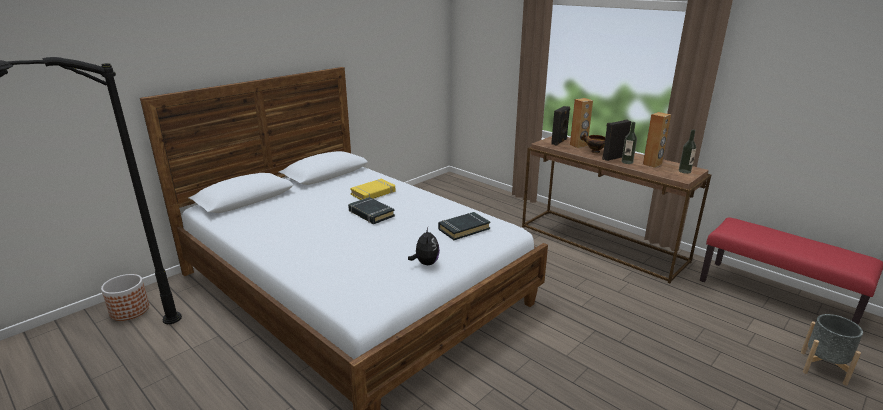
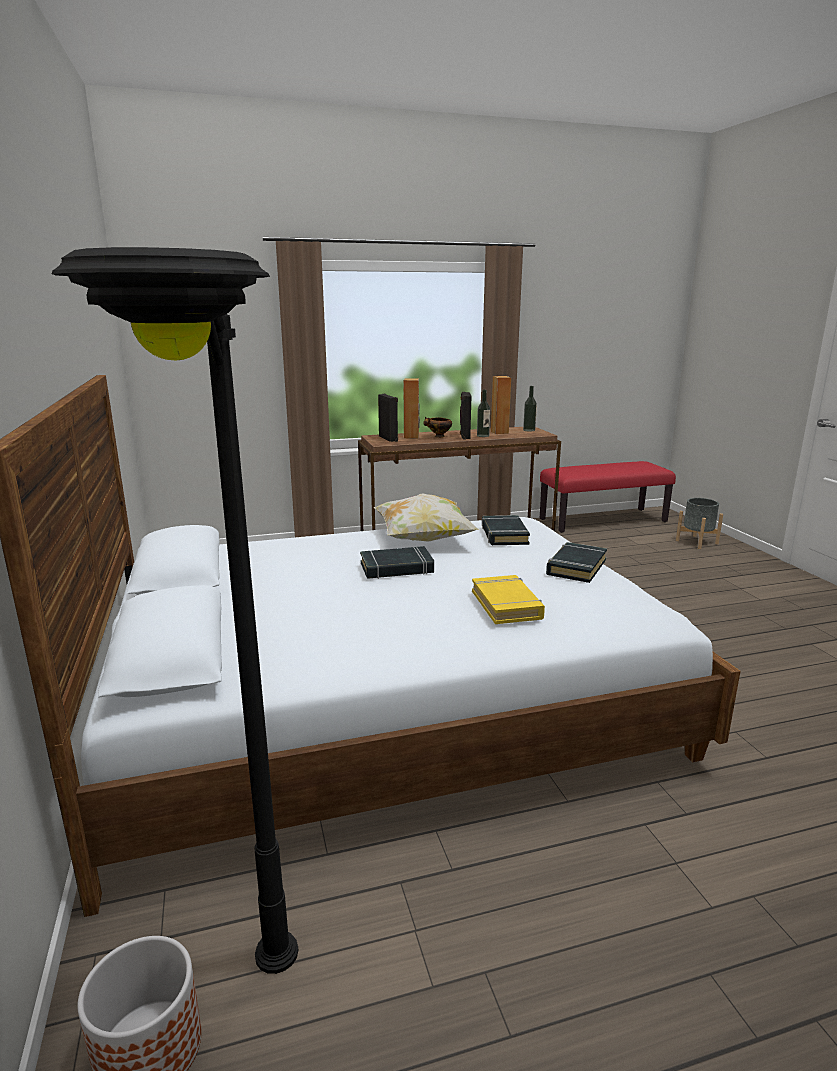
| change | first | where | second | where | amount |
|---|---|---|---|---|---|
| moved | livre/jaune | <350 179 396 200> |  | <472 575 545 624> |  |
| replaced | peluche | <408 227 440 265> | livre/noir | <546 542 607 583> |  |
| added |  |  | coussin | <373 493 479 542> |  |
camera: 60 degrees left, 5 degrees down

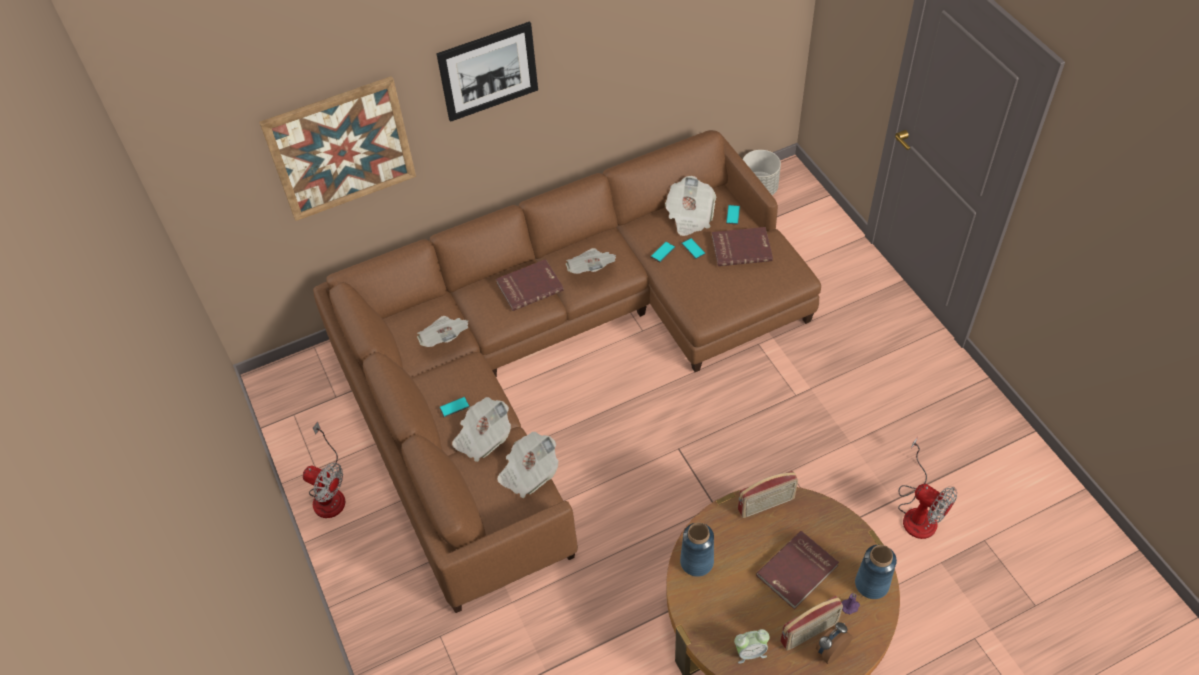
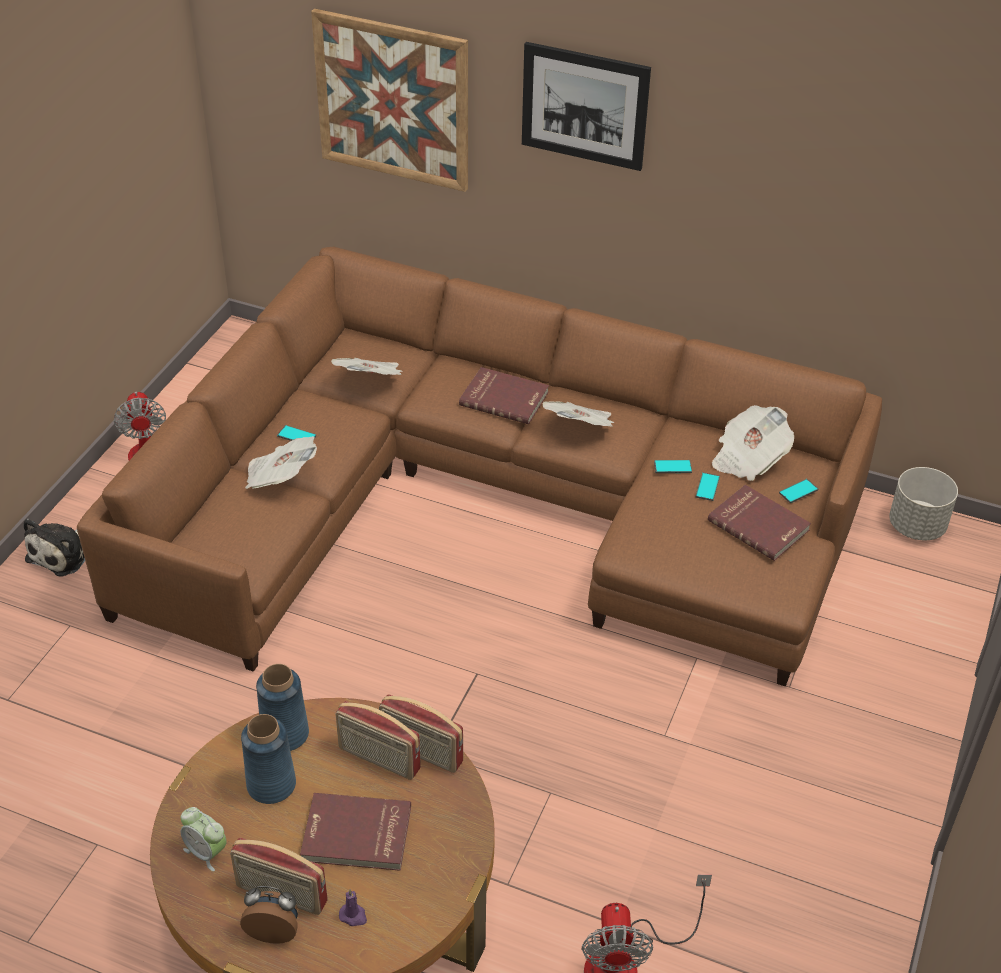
| change | first | where | second | where | amount |
|---|---|---|---|---|---|
| removed | journal | <497 432 558 498> |  |  |  |
| moved | vase/bleu | <855 545 897 599> |  | <241 714 296 804> |  |
| added |  |  | peluche | <24 519 85 577> |  |
| added |  |  | radio | <336 701 421 780> |  |
camera: 45 degrees right, 10 degrees down

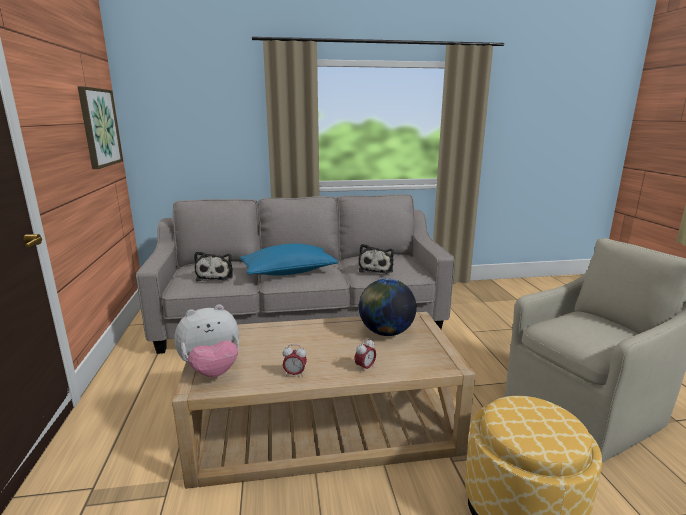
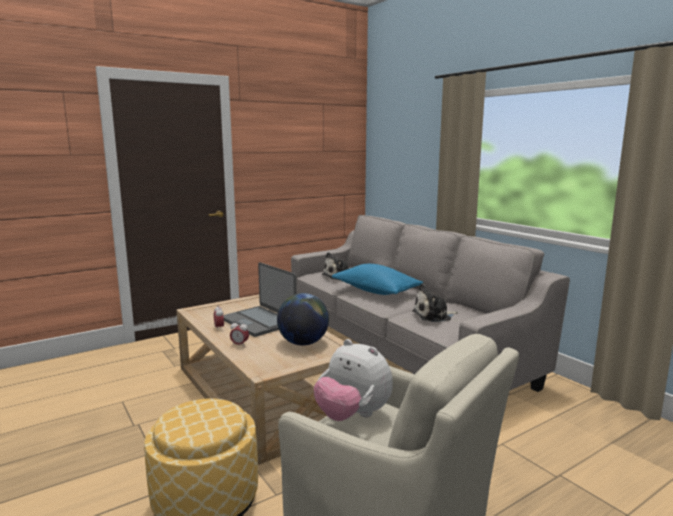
| change | first | where | second | where | amount |
|---|---|---|---|---|---|
| removed | tableau | <78 86 123 169> |  |  |  |
| moved | peluche | <174 304 239 377> |  | <314 339 393 421> |  |
| added |  |  | ordinateur portable | <223 262 296 337> |  |
camera: 65 degrees right, 5 degrees down

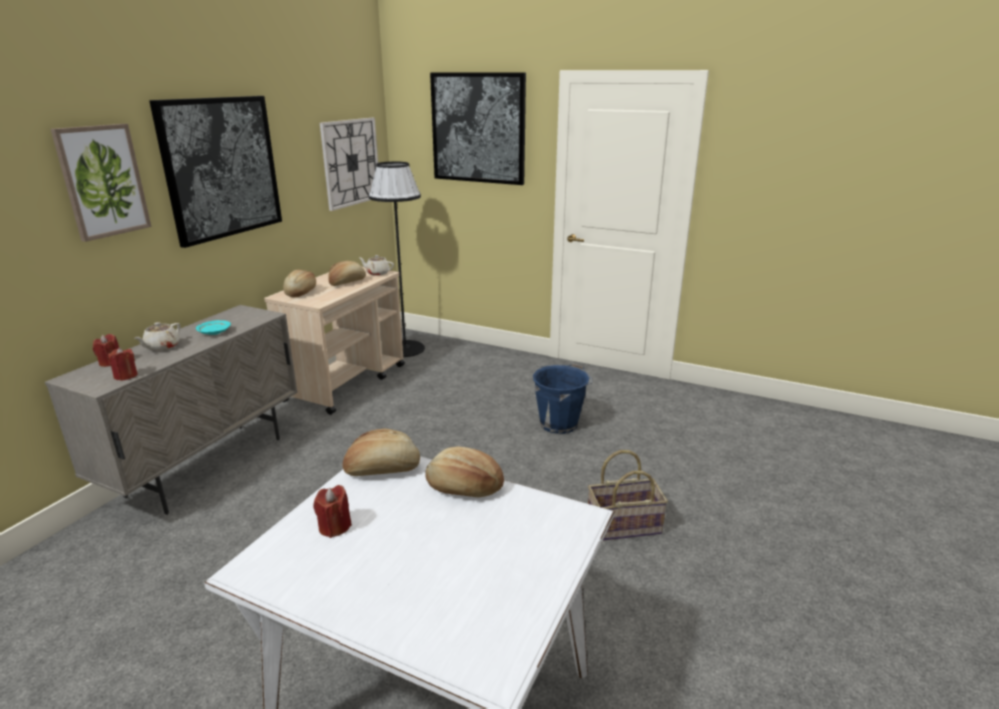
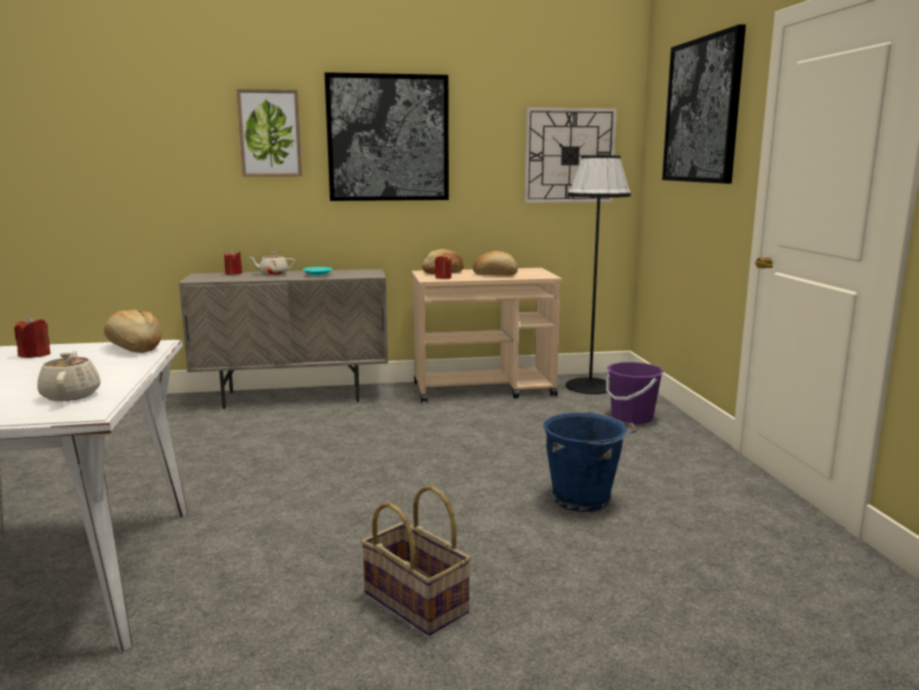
| change | first | where | second | where | amount |
|---|---|---|---|---|---|
| moved | théière/beige | <359 255 394 276> |  | <38 351 101 401> |  |
| moved | bougie/rouge | <108 348 138 381> |  | <435 254 452 279> |  |
| removed | pain | <426 447 504 498> |  |  |  |
| added |  |  | seau/violet | <606 362 665 424> |  |
camera: 55 degrees right, 10 degrees down

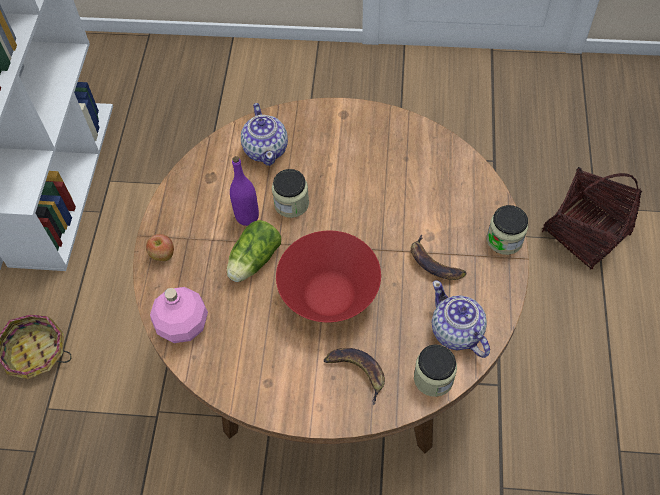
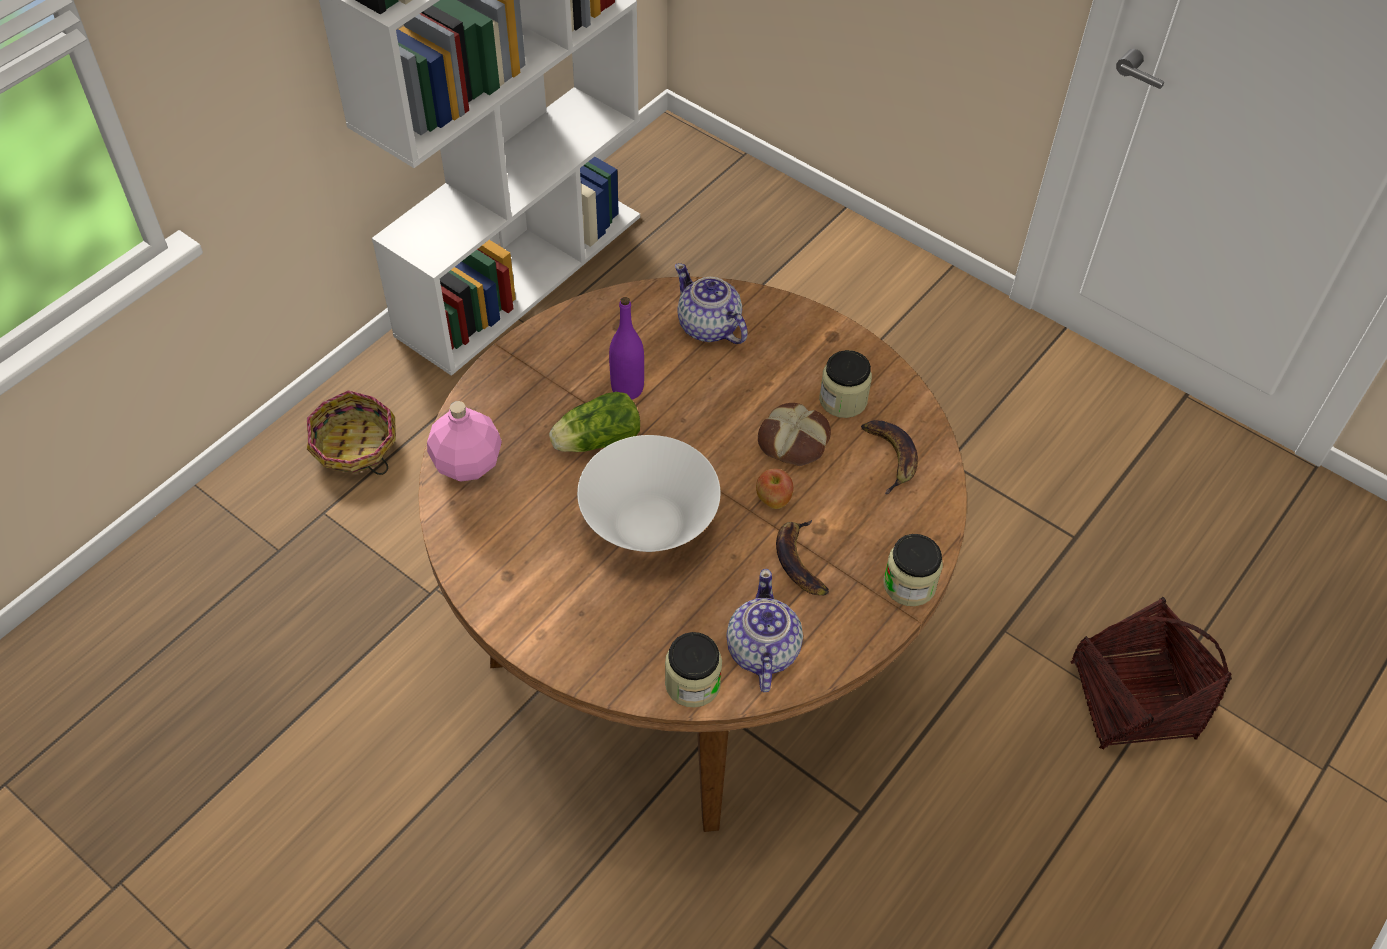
| change | first | where | second | where | amount |
|---|---|---|---|---|---|
| turned | théière | <241 103 288 166> |  | <675 263 748 344> | 120 degrees clockwise |
| moved | bocal | <272 169 309 218> |  | <819 350 872 418> |  |
| recoloured | bol/rouge | <276 231 381 323> | bol/blanc | <577 435 721 552> |  |
| moved | pomme | <146 234 174 261> |  | <756 469 793 509> |  |
| moved | banane | <324 348 385 406> |  | <861 420 918 494> |  |
| added |  |  | pain | <758 403 831 466> |  |
camera: 30 degrees right, 5 degrees down

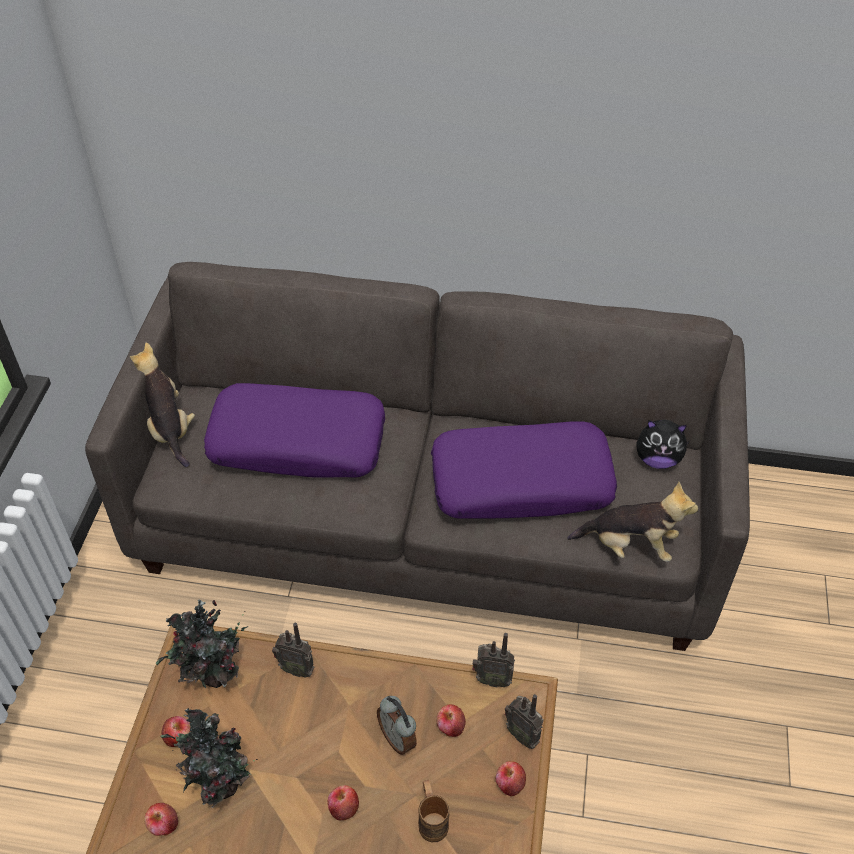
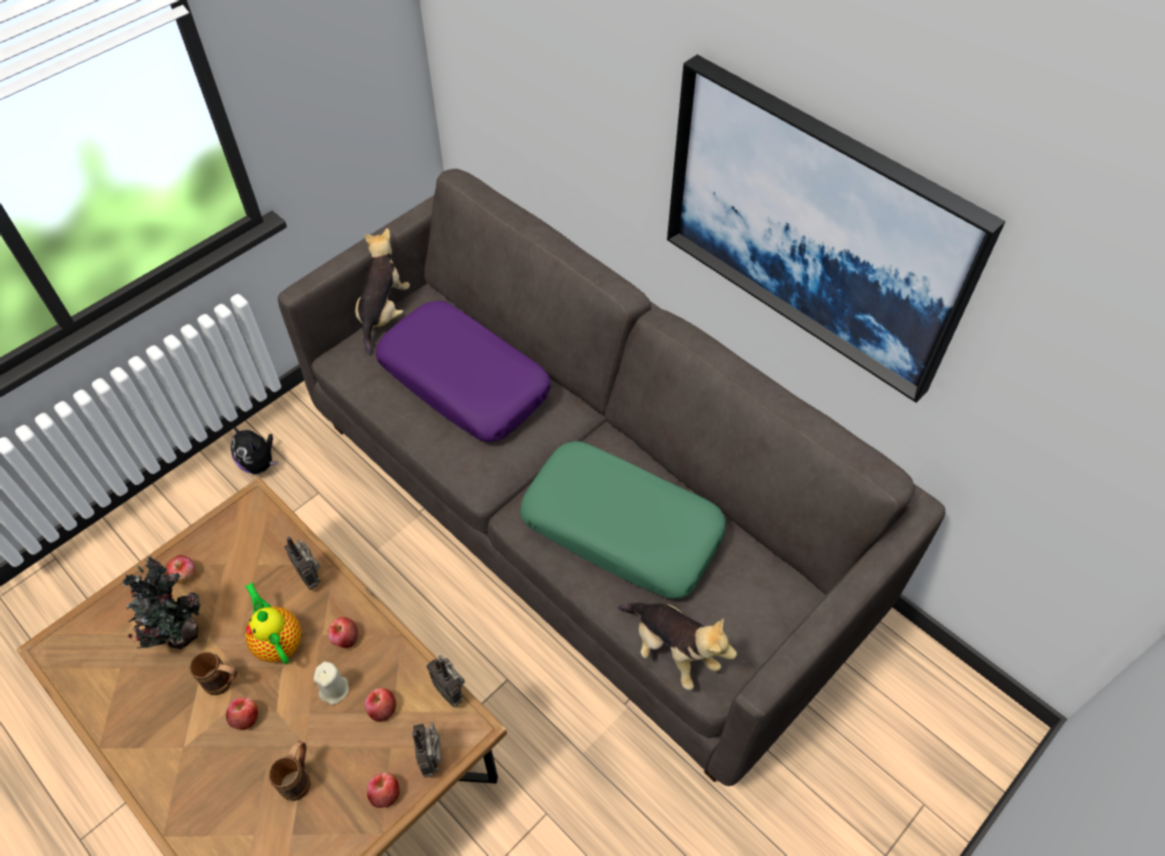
| change | first | where | second | where | amount |
|---|---|---|---|---|---|
| moved | peluche | <636 420 690 469> |  | <230 426 279 474> |  |
| recoloured | coussin/violet | <431 421 617 519> | coussin/vert | <520 441 726 599> |  |
| removed | plante en pot | <156 600 249 688> |  |  |  |
| replaced | réveil | <377 696 417 755> | bougie/beige | <314 661 349 705> |  |
| moved | pomme | <144 803 178 836> |  | <328 617 358 648> |  |
| added |  |  | tableau | <667 55 1005 403> |  |
| added |  |  | théière | <245 582 301 664> |  |
| added |  |  | mug/marron | <189 651 238 695> |  |
camera: 35 degrees right, 5 degrees up

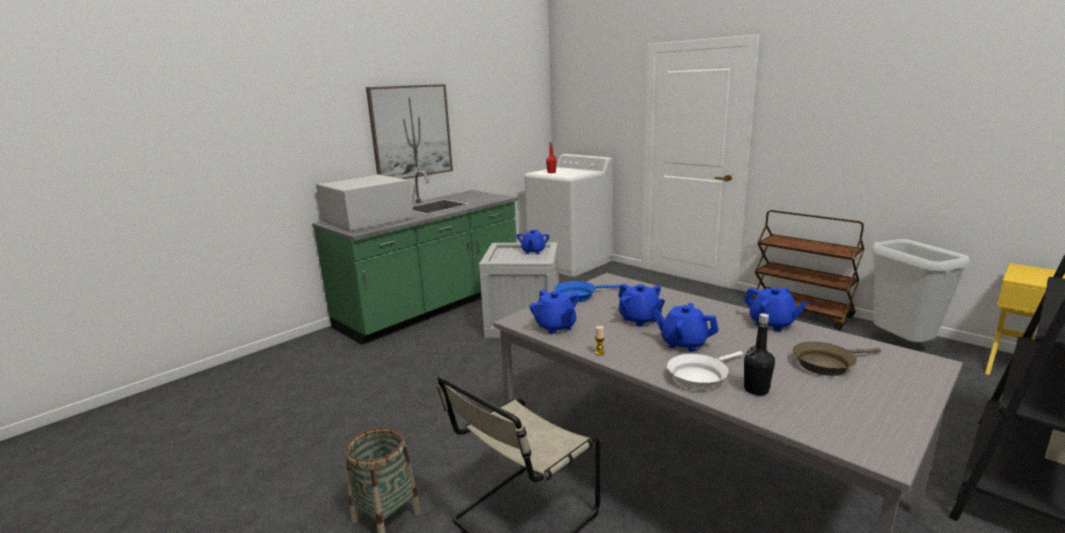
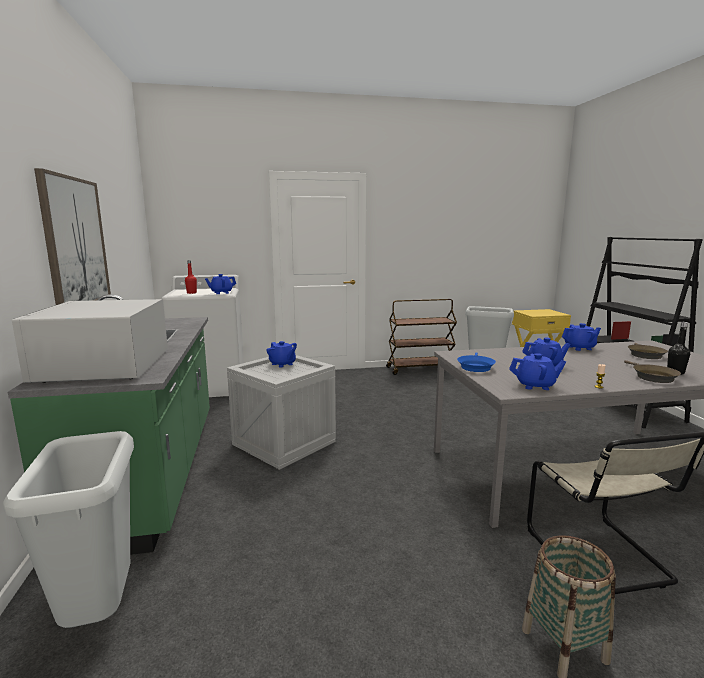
| change | first | where | second | where | amount |
|---|---|---|---|---|---|
| moved | théière/bleu | <652 303 719 352> |  | <205 274 236 294> |  |
| recoloured | poêle/blanc | <667 351 743 390> | poêle/marron | <624 360 681 383> |  |
| added |  |  | poubelle/gris | <3 431 134 628> |  |
camera: 55 degrees left, 5 degrees down

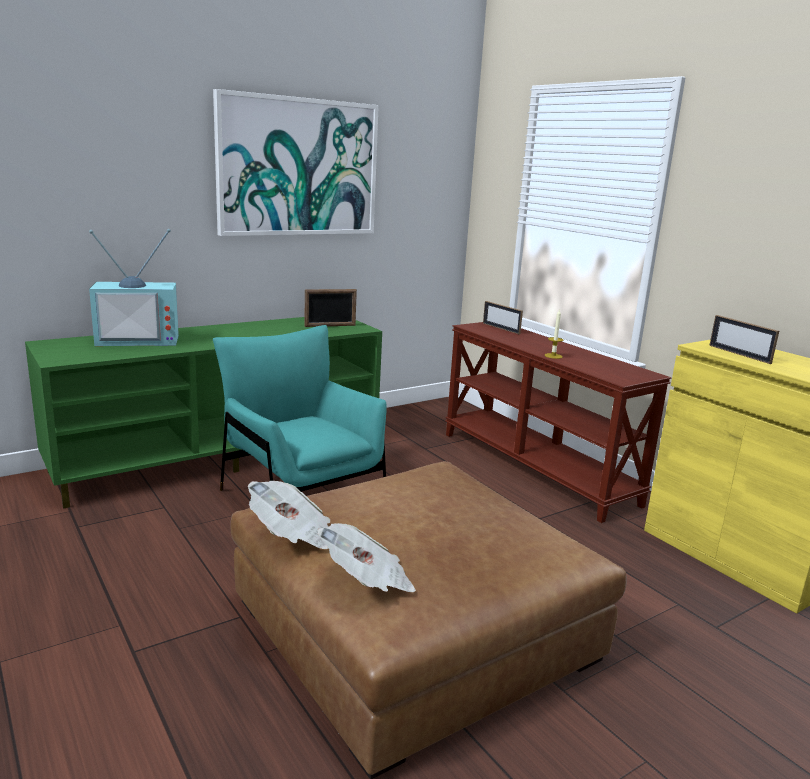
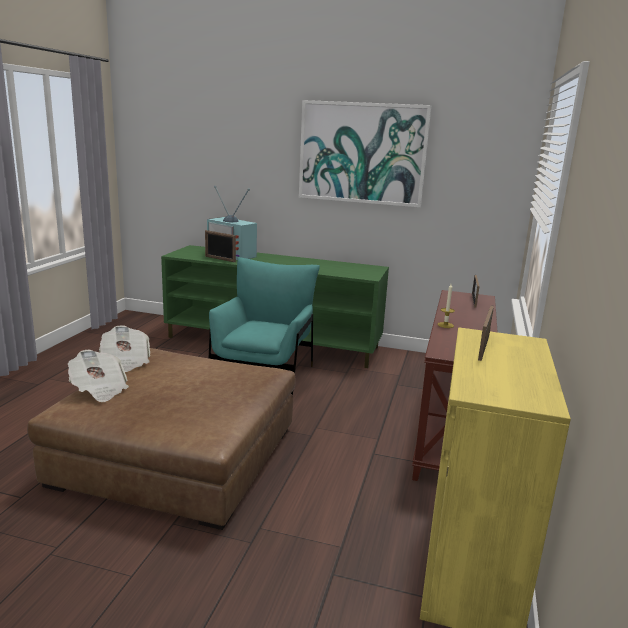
| change | first | where | second | where | amount |
|---|---|---|---|---|---|
| moved | cadre photo | <304 289 357 327> |  | <205 230 236 262> |  |
camera: 50 degrees right, 0 degrees up

